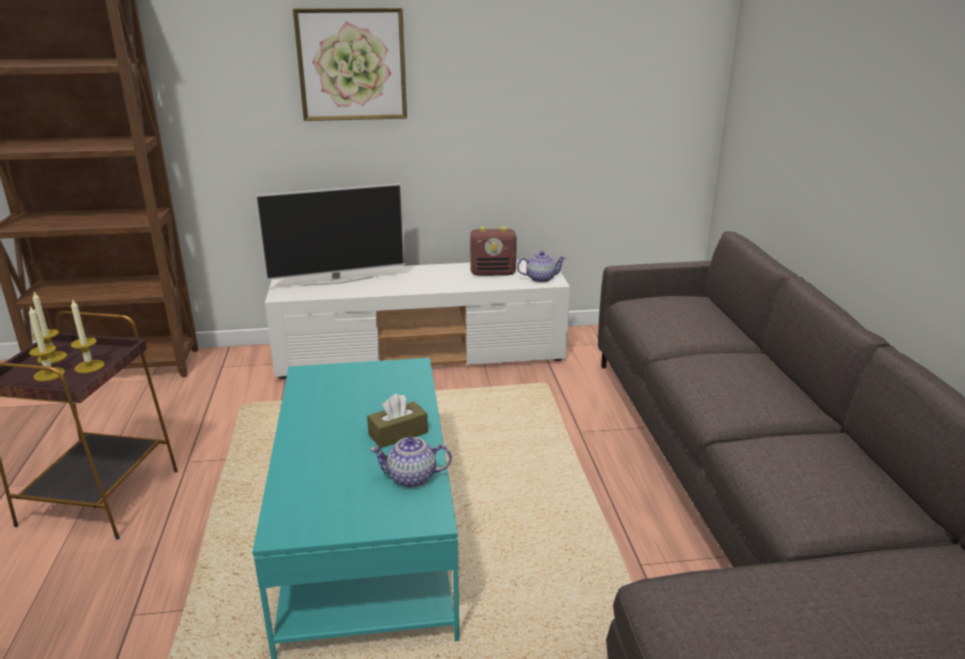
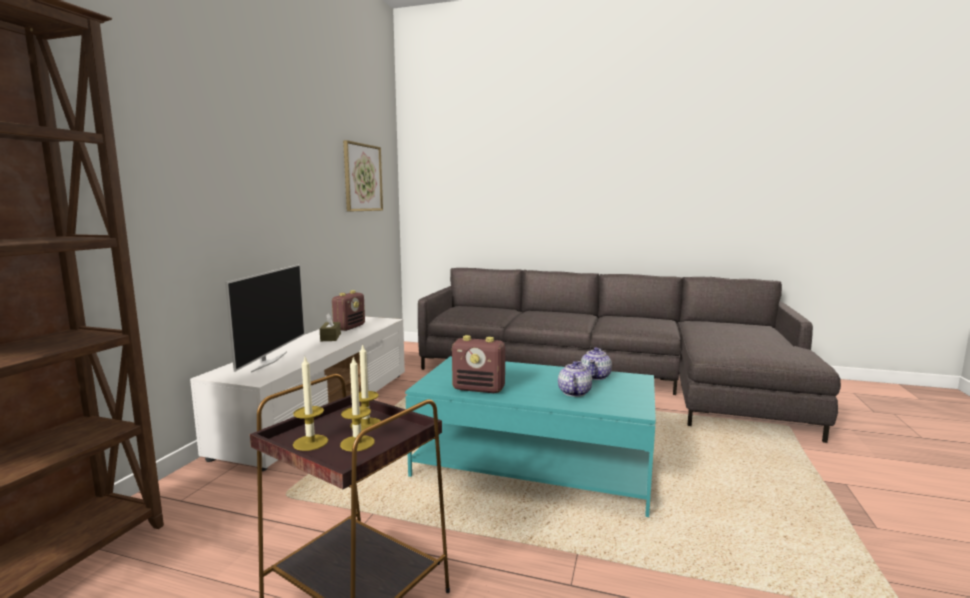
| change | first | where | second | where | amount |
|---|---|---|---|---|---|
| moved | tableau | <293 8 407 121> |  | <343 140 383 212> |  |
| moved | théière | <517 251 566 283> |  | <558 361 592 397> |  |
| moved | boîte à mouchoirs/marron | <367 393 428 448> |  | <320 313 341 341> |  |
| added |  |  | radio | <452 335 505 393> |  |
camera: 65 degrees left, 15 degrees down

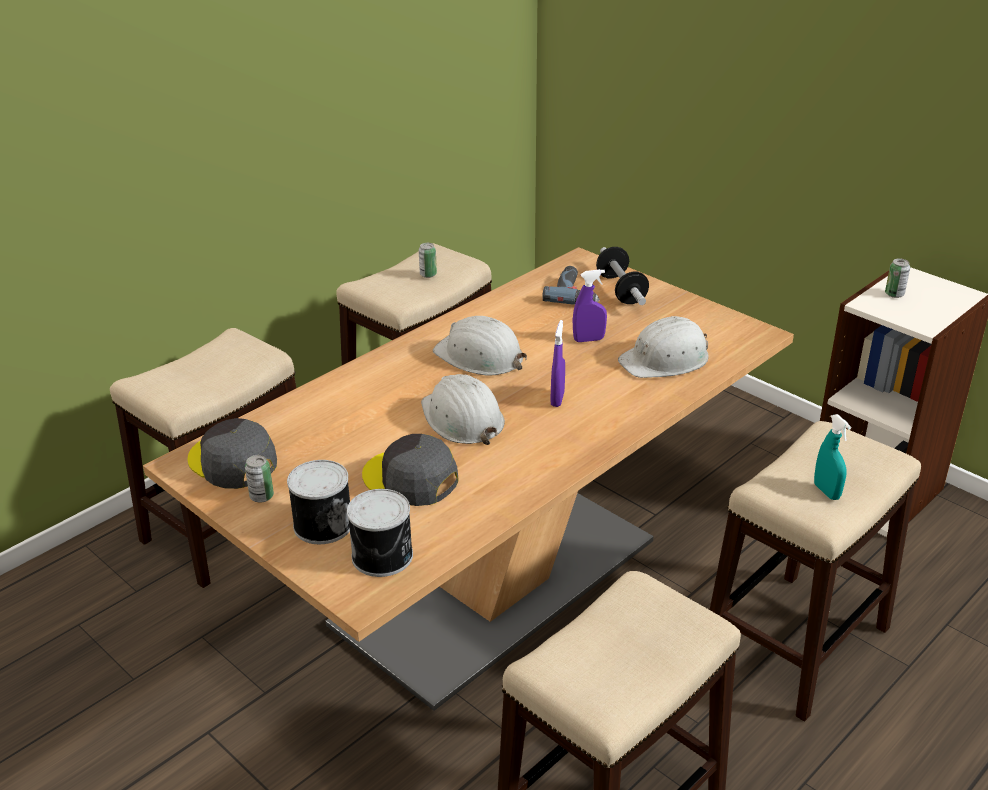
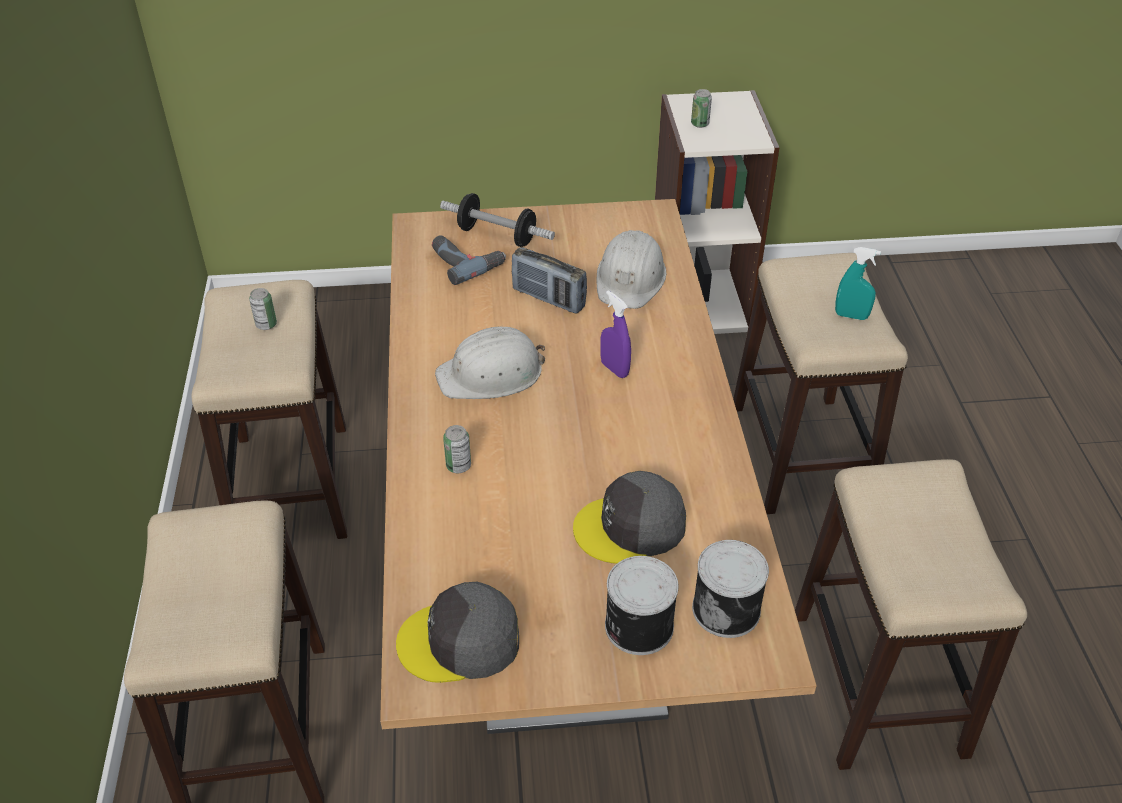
| change | first | where | second | where | amount |
|---|---|---|---|---|---|
| replaced | vaporisateur/violet | <572 269 607 342> | radio | <512 247 587 314> |  |
| removed | casque de chantier/blanc | <421 374 505 445> |  |  |  |
| moved | boîte métallique | <245 455 274 503> |  | <443 425 471 473> |  |
camera: 50 degrees left, 10 degrees up

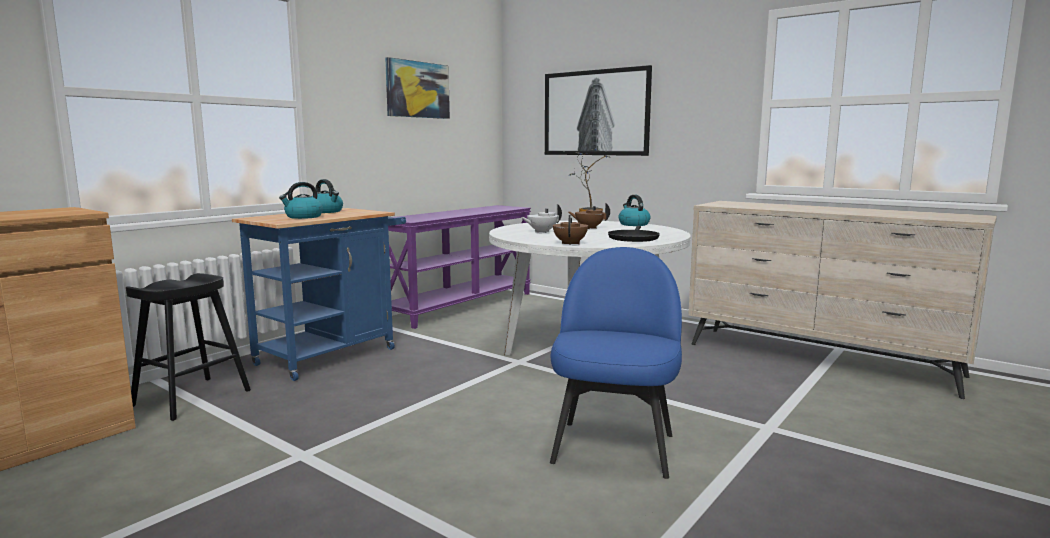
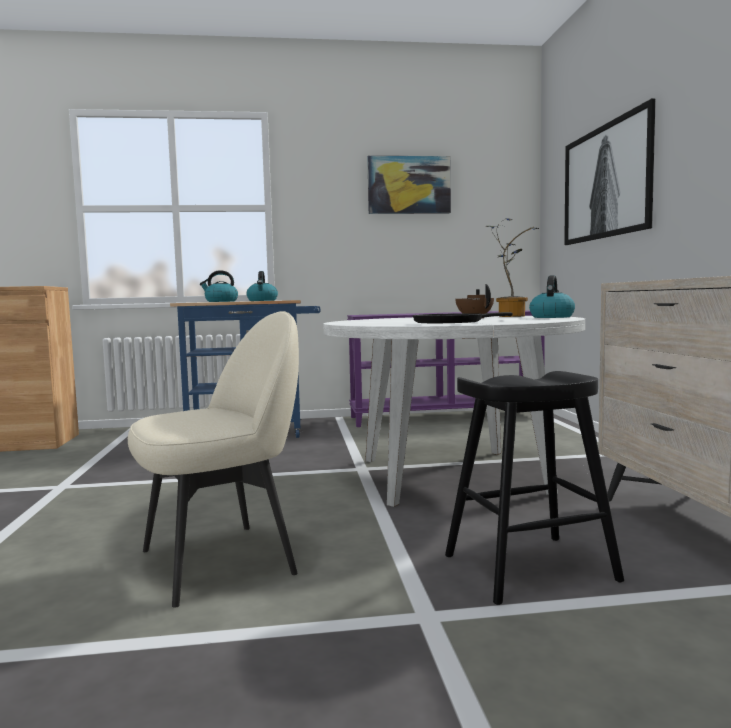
| change | first | where | second | where | amount |
|---|---|---|---|---|---|
| removed | théière/blanc | <521 204 562 233> |  |  |  |
| removed | théière/marron | <553 215 588 245> |  |  |  |
| recoloured | chaise/bleu | <550 247 682 479> | chaise/beige | <128 311 299 608> |  |
| moved | tabouret/noir | <126 273 251 421> |  | <445 371 624 605> |  |
camera: 45 degrees right, 5 degrees down

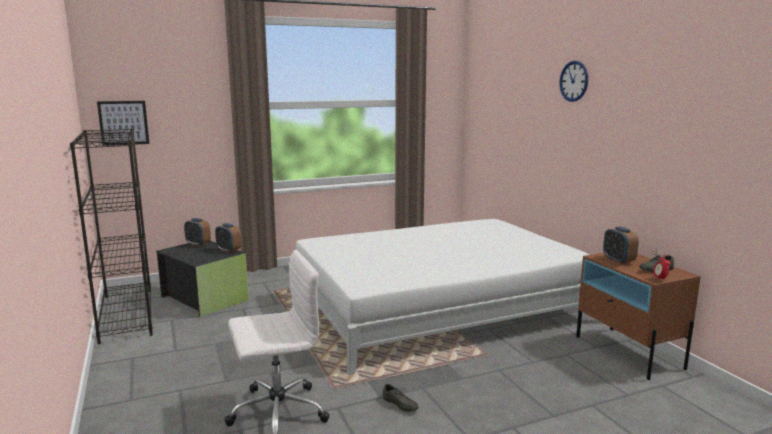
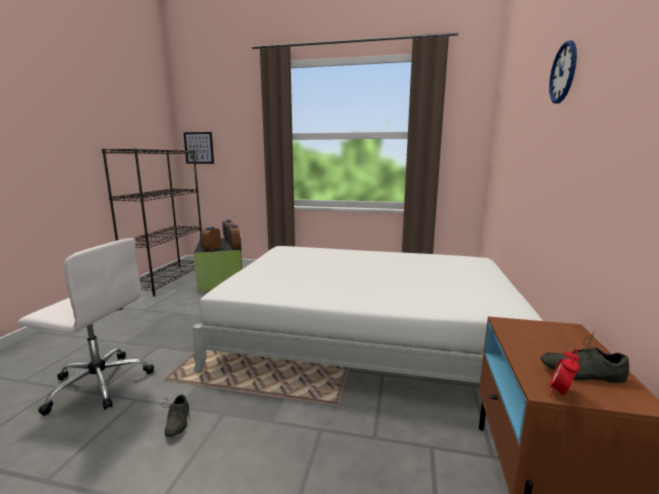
| change | first | where | second | where | amount |
|---|---|---|---|---|---|
| moved | réveil | <603 226 639 264> |  | <200 227 221 251> |  |
camera: 35 degrees right, 0 degrees up

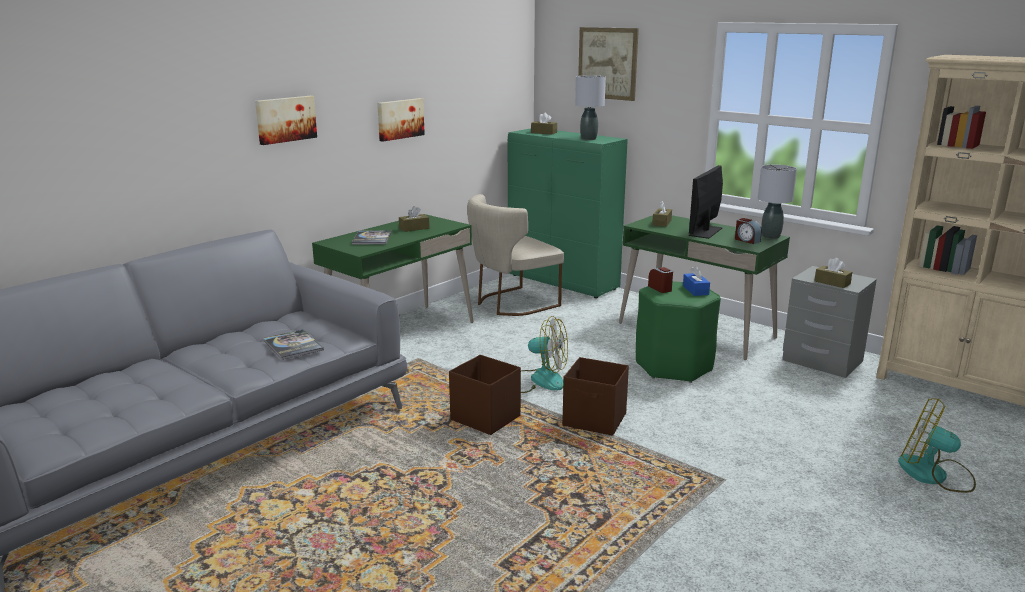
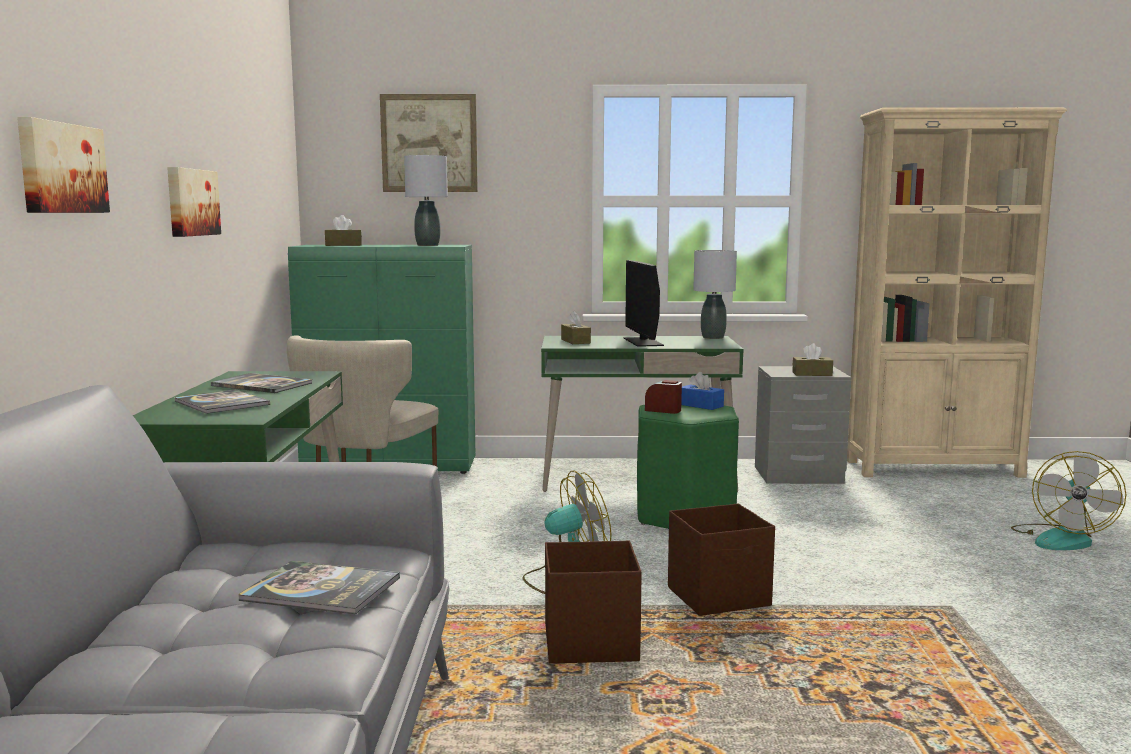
| change | first | where | second | where | amount |
|---|---|---|---|---|---|
| replaced | boîte à mouchoirs/marron | <399 206 430 232> | livre | <211 373 312 393> |  |
| removed | réveil | <735 218 762 244> |  |  |  |
| turned | ventilateur | <898 398 976 493> |  | <1011 451 1126 550> | 60 degrees counterclockwise |
camera: 40 degrees left, 10 degrees down

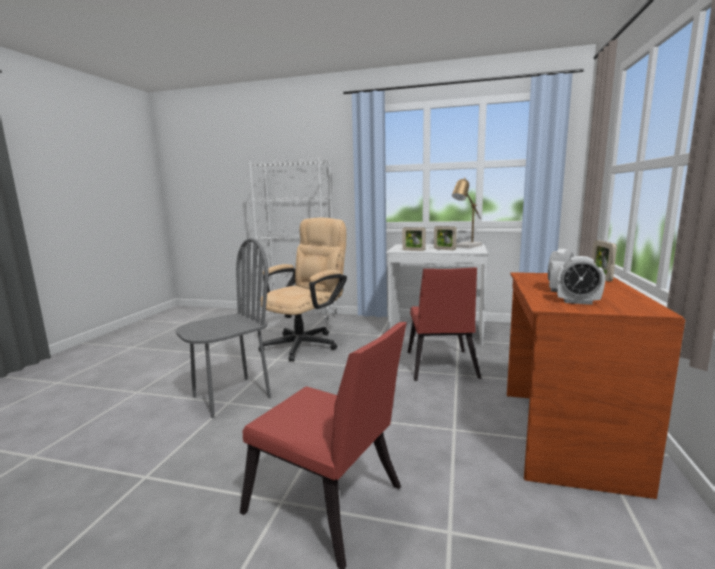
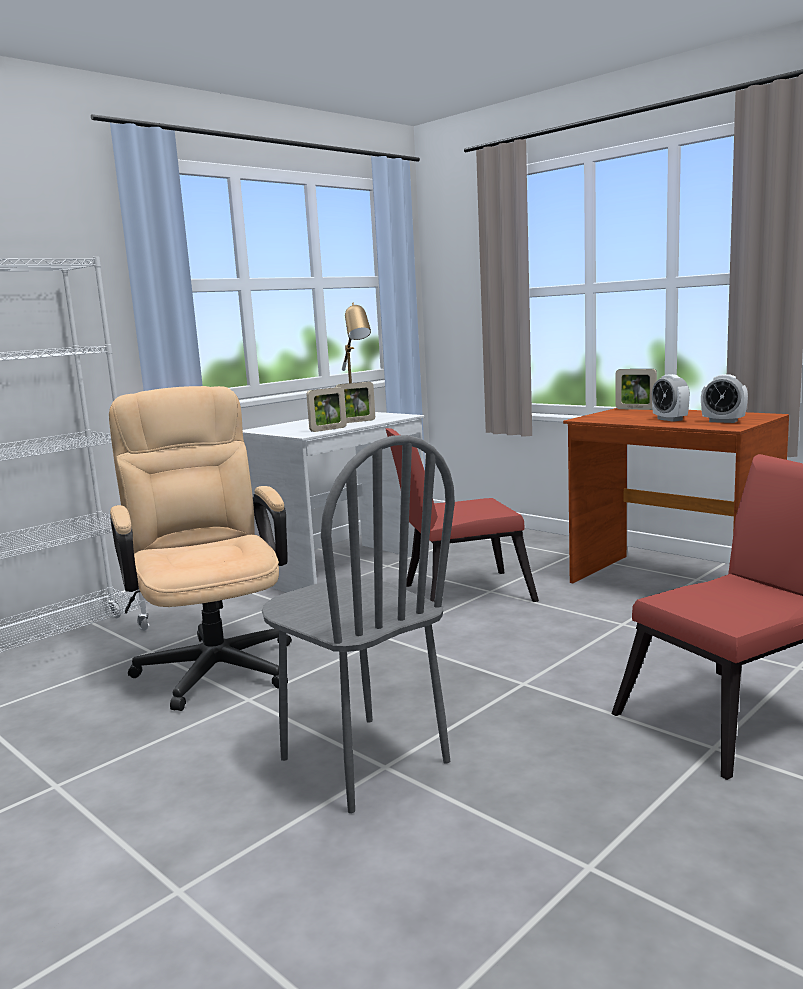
| change | first | where | second | where | amount |
|---|---|---|---|---|---|
| turned | chaise/gris | <176 238 271 418> |  | <261 435 455 813> | 150 degrees clockwise |
| turned | réveil | <556 256 605 305> |  | <701 374 748 423> | 75 degrees clockwise |
| turned | chaise/rouge | <408 267 482 381> |  | <385 428 539 602> | 135 degrees clockwise |
camera: 60 degrees left, 0 degrees up

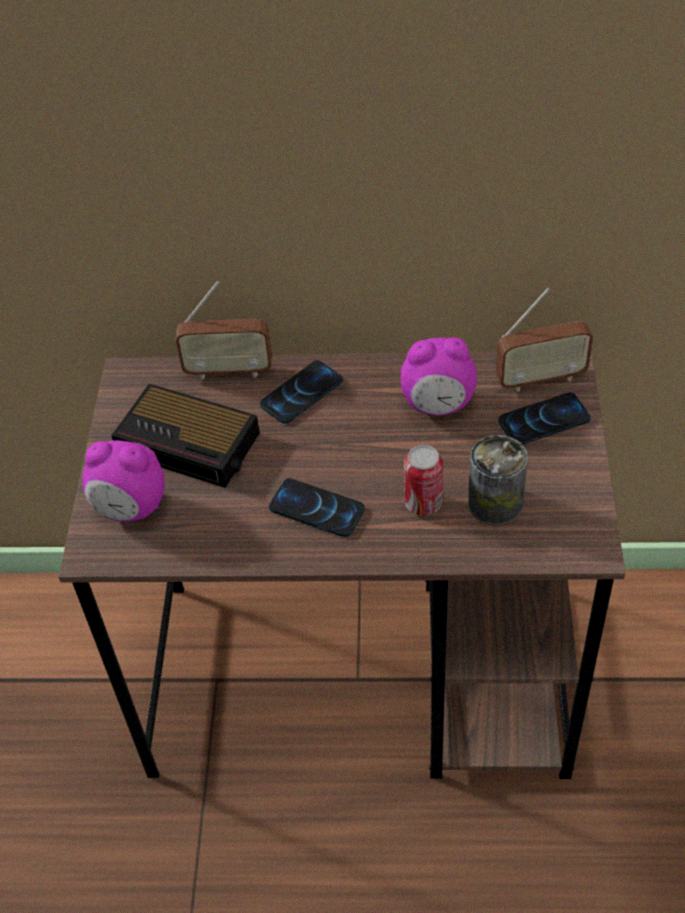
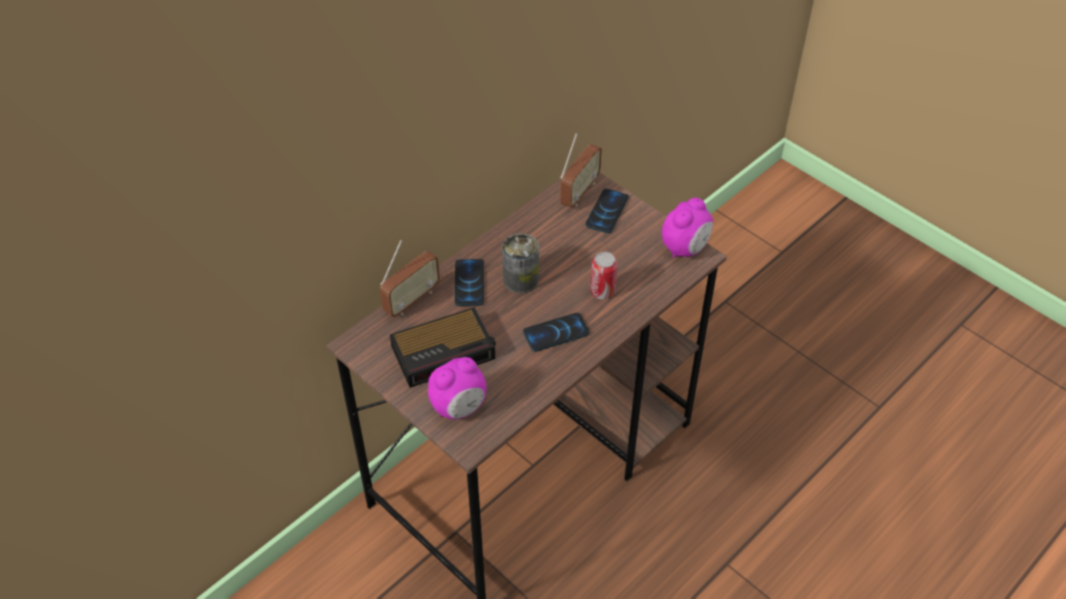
| change | first | where | second | where | amount |
|---|---|---|---|---|---|
| moved | réveil | <401 337 477 416> |  | <662 198 713 258> |  |
| moved | boîte métallique | <468 435 528 525> |  | <502 234 539 293> |  |
camera: 50 degrees left, 0 degrees up

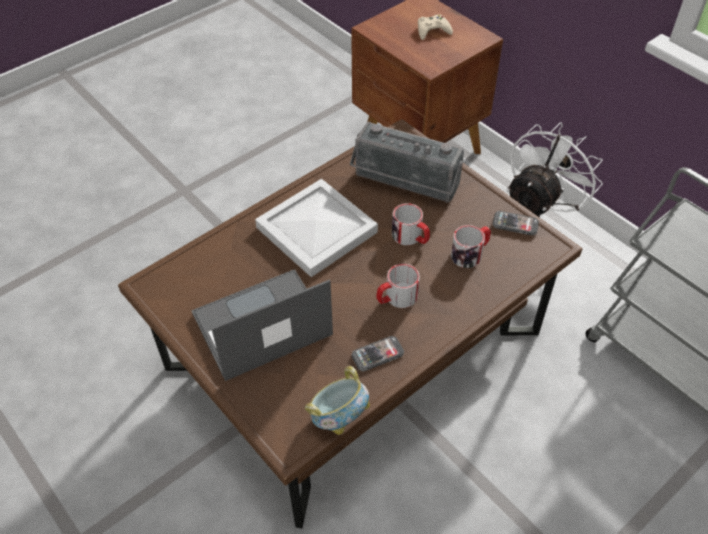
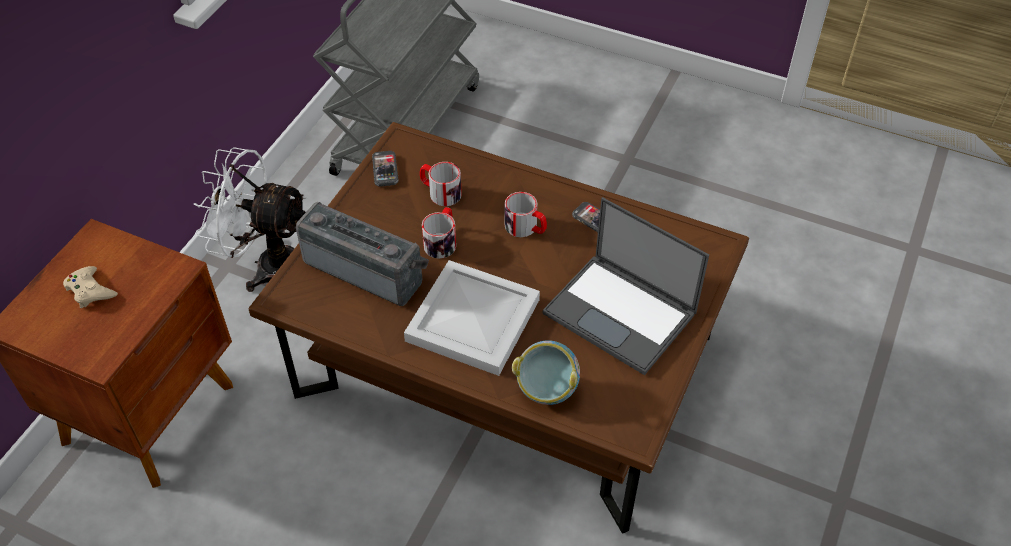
| change | first | where | second | where | amount |
|---|---|---|---|---|---|
| turned | radio | <350 122 464 203> |  | <296 202 429 306> | 60 degrees counterclockwise |
| moved | bol | <305 366 370 435> |  | <512 340 580 405> |  |
camera: 115 degrees left, 0 degrees up

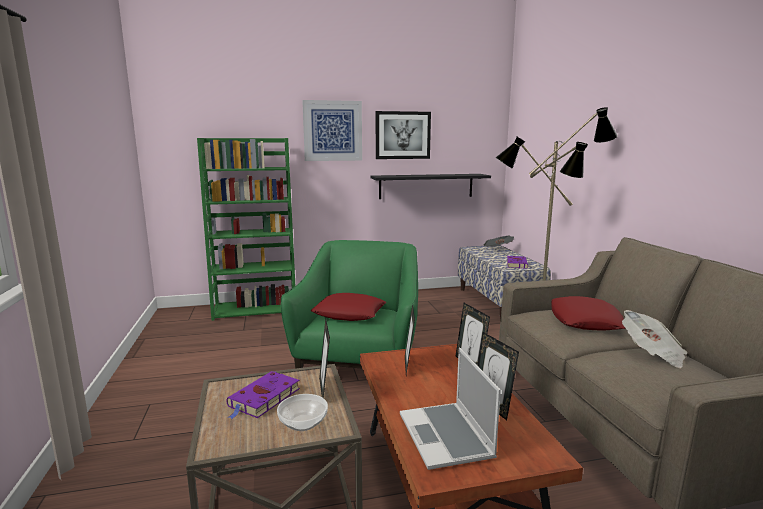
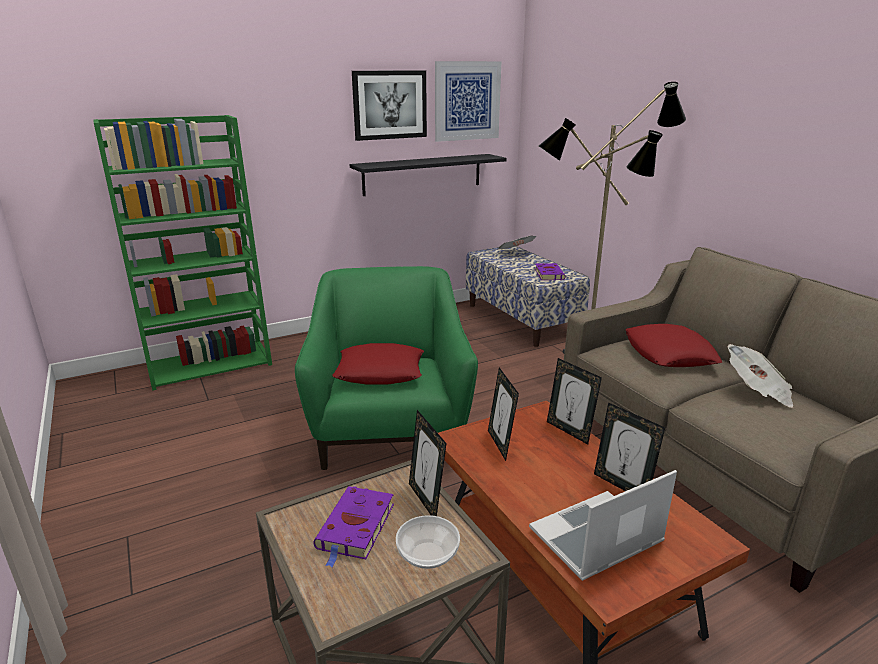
| change | first | where | second | where | amount |
|---|---|---|---|---|---|
| moved | tableau | <302 100 362 161> |  | <435 61 501 142> |  |
| turned | ordinateur portable | <400 347 501 470> |  | <529 470 677 581> | 90 degrees clockwise |
camera: 15 degrees left, 10 degrees up

